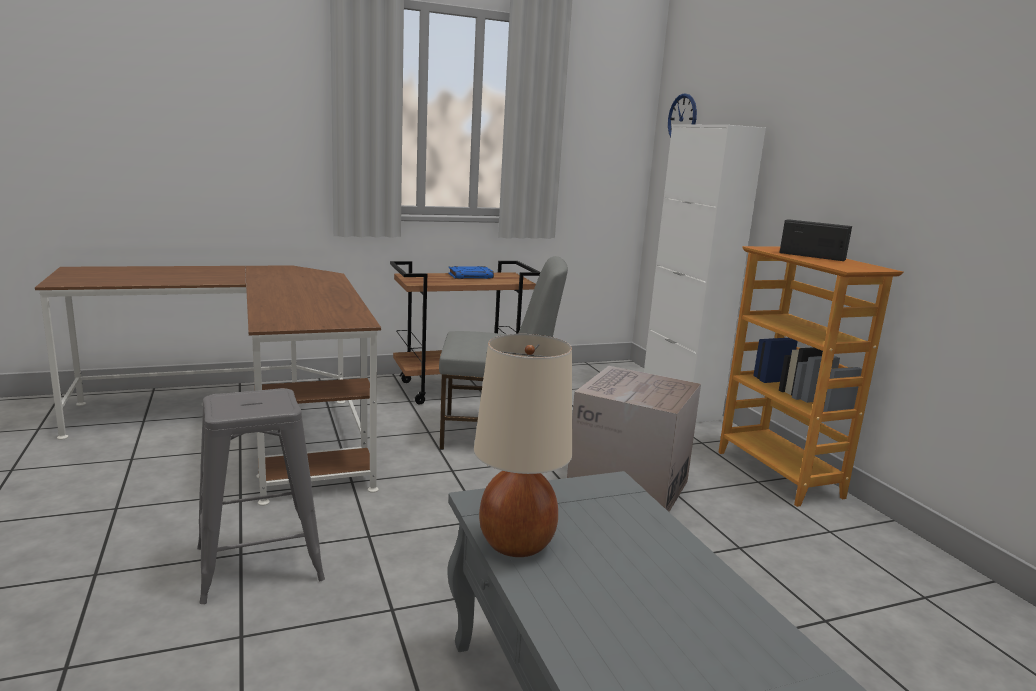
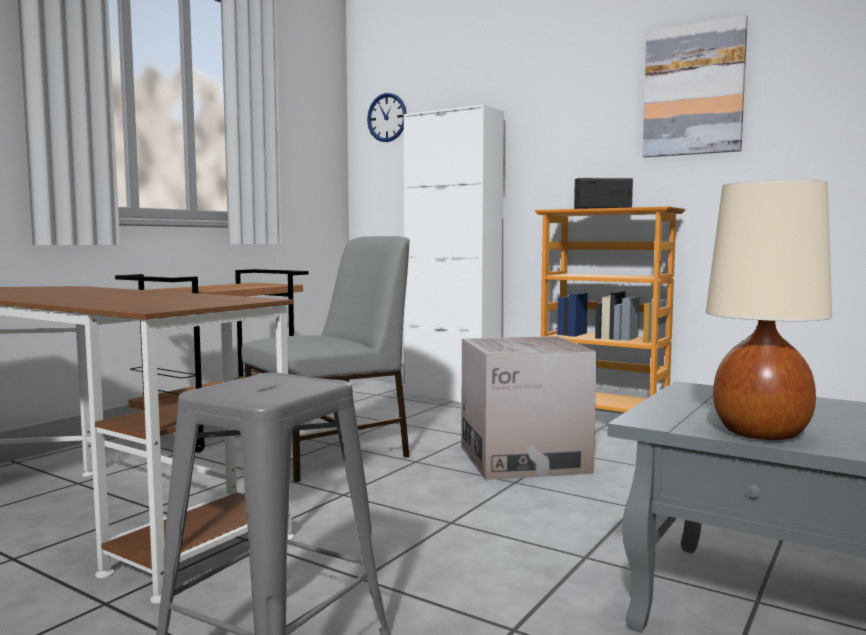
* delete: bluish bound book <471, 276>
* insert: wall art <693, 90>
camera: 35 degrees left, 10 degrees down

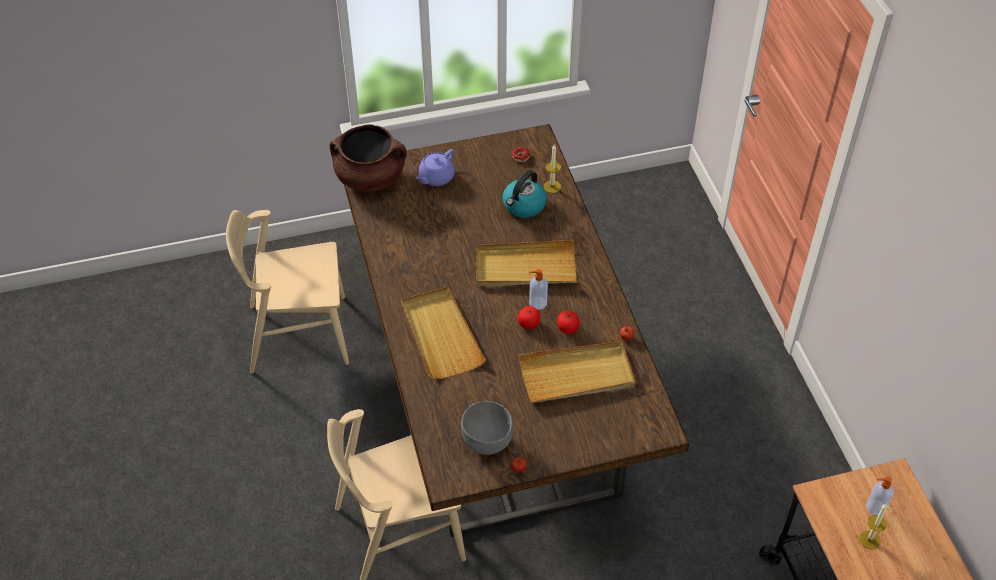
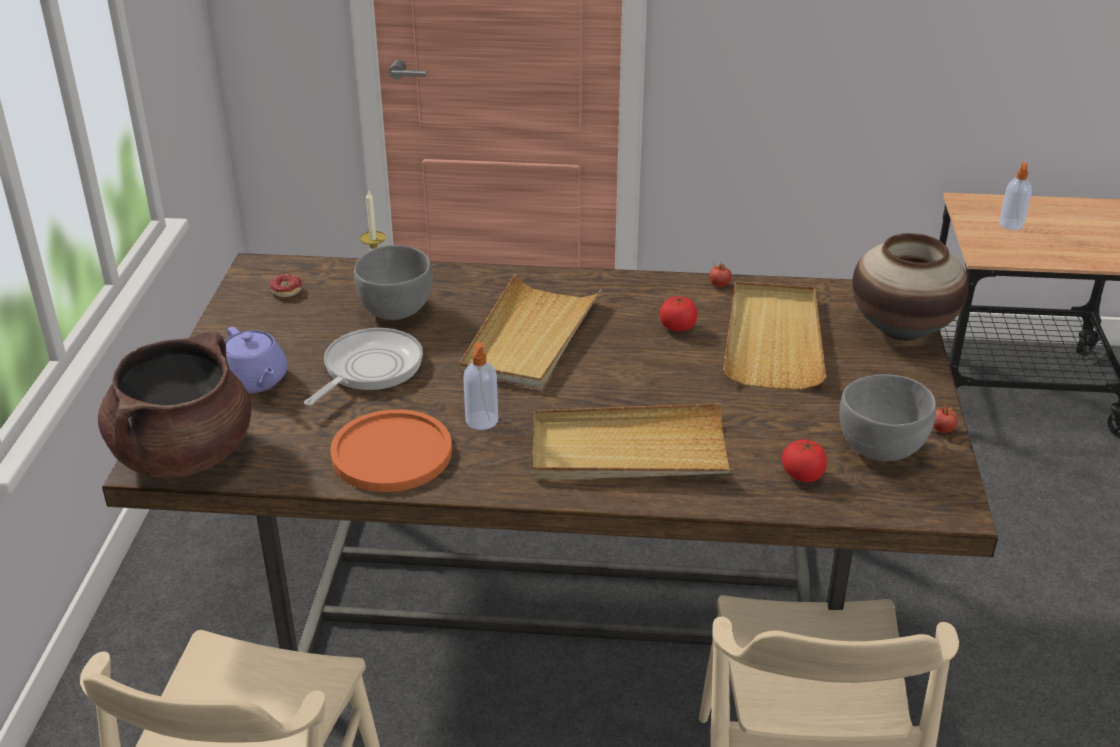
* replace: water kettle <524, 206> to greyish serving bowl <396, 310>
* move: soap bottle <537, 303> to <481, 421>
* move: tomato <529, 323> to <802, 475>
* delete: candle <869, 540>
* insert: flower vase <901, 330>
* insert: pan <369, 369>
* insert: orangey plate <391, 453>
camera: 70 degrees left, 15 degrees down

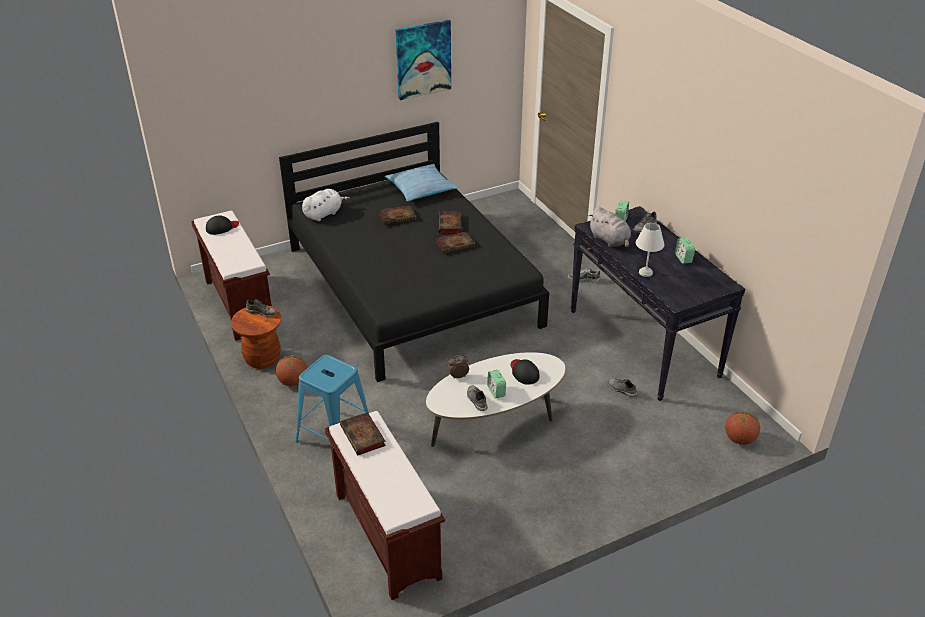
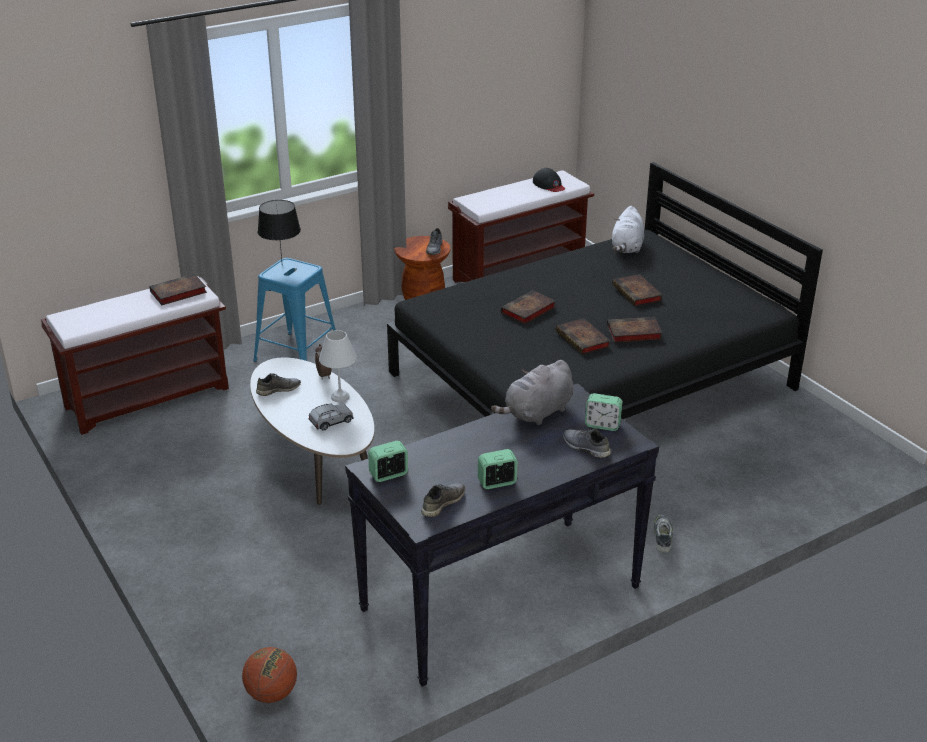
* delete: wall art <423, 59>
* delete: throw pillow <421, 189>
* rotate: white-coloured plush toy <324, 214> = <627, 248> 60 degrees clockwise
* move: white-coloured lamp for a table <646, 273> to <340, 397>
* delete: ball for basketball <293, 382>
* replace: black-coloured cap <524, 372> to greyish model car <331, 422>
* move: alarm clock <496, 391> to <389, 474>
* move: greyish shoe <621, 390> to <442, 503>
* insert: black-coloured lamp for a table <281, 265>
* insert: bound book <527, 311>
camera: 85 degrees right, 5 degrees down

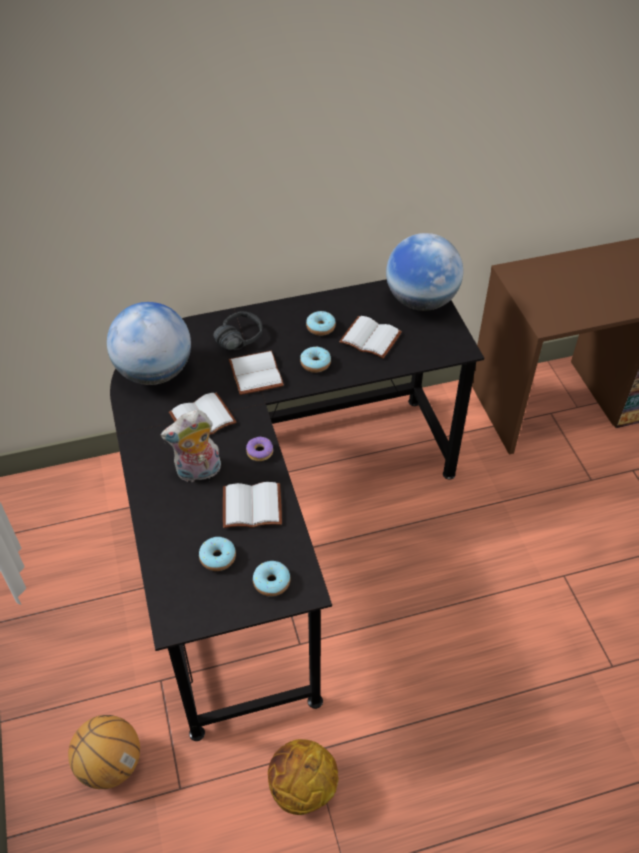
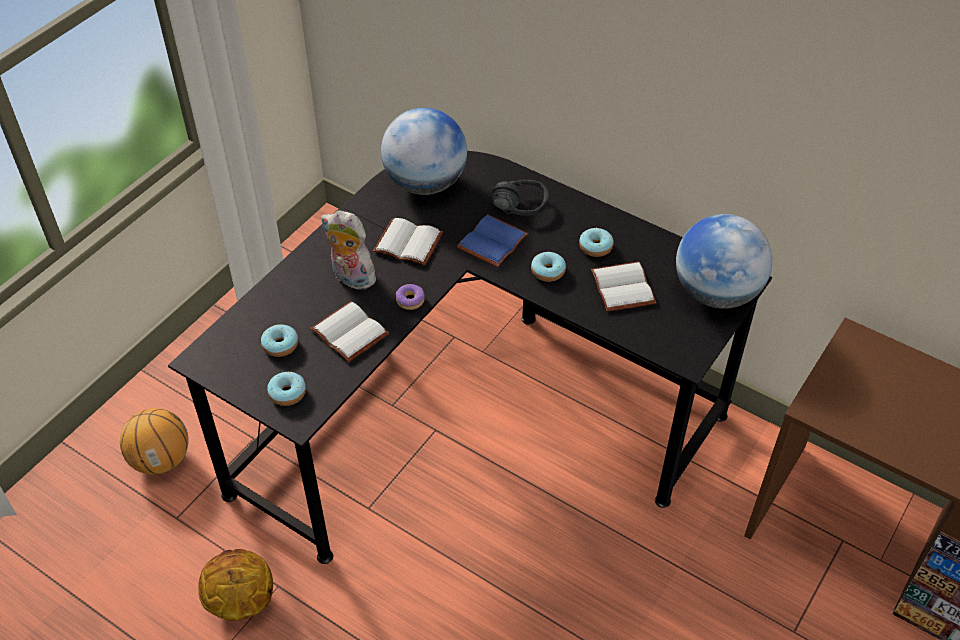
* recolor: white-coloured bound book <254, 373> to bluish bound book <491, 241>
camera: 50 degrees right, 0 degrees up

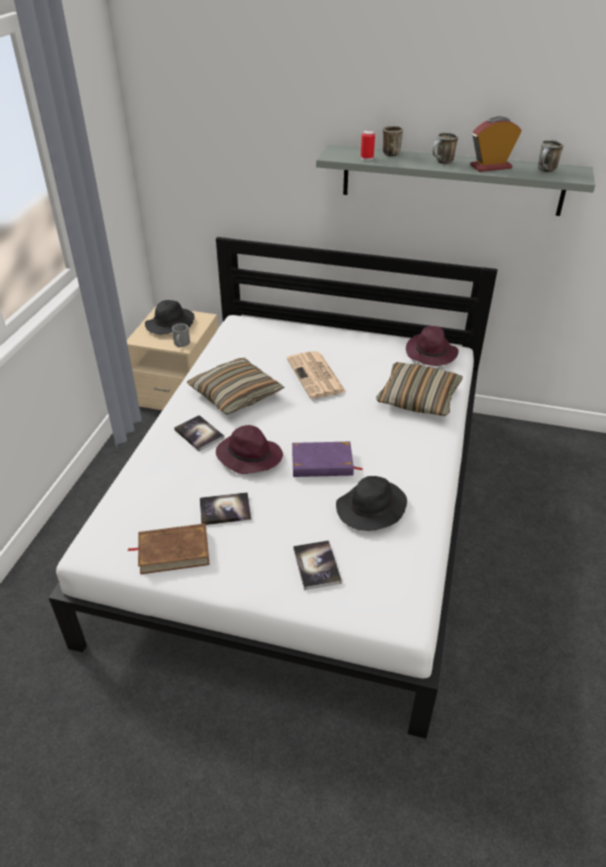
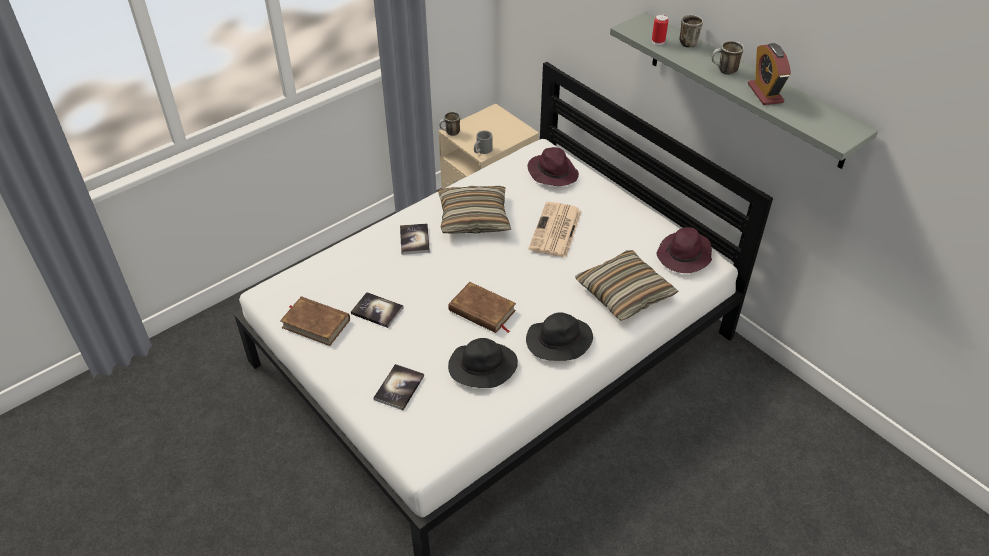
* rotate: alarm clock <490, 167> = <765, 93> 120 degrees counterclockwise
* move: coffee mug <545, 171> to <450, 133>
* move: black-coloured hat <170, 325> to <558, 342>
* move: purplish hat <248, 456> to <552, 172>
* recolor: purplish bound book <322, 463> to brown-coloured bound book <482, 311>
camera: 35 degrees right, 5 degrees up

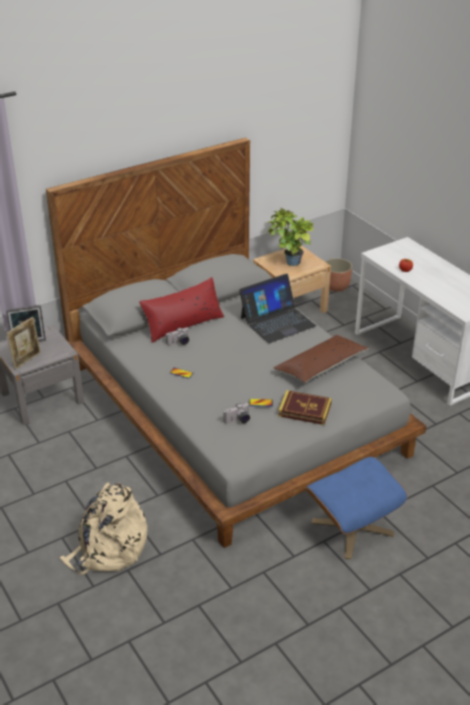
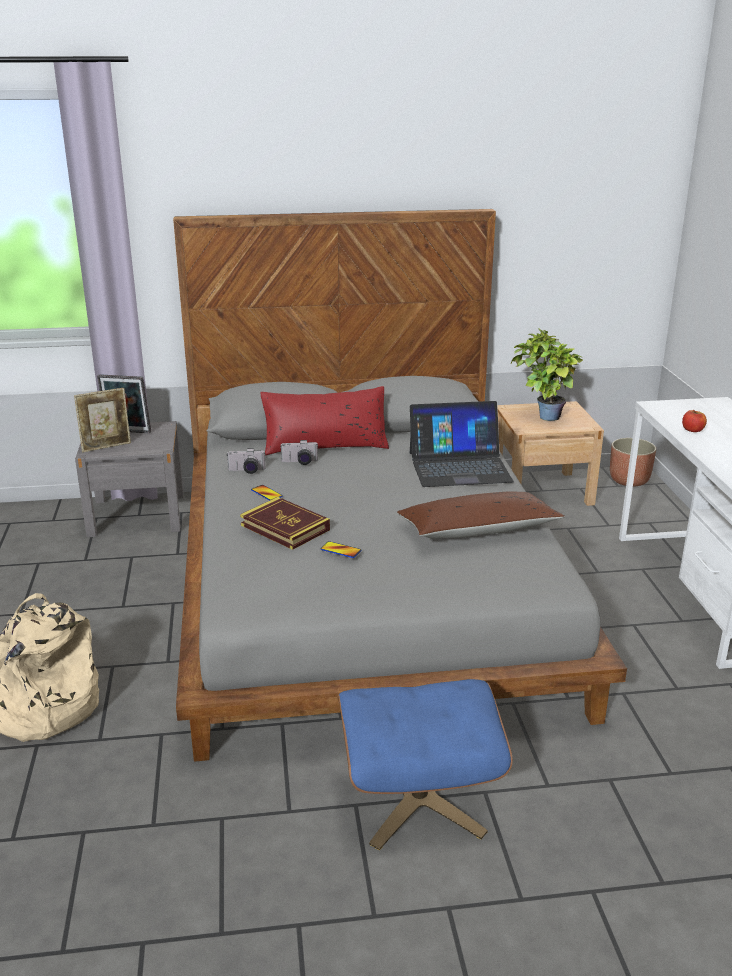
* move: bound book <304, 410> to <285, 527>
* move: still camera <238, 420> to <246, 471>
camera: 25 degrees right, 10 degrees down

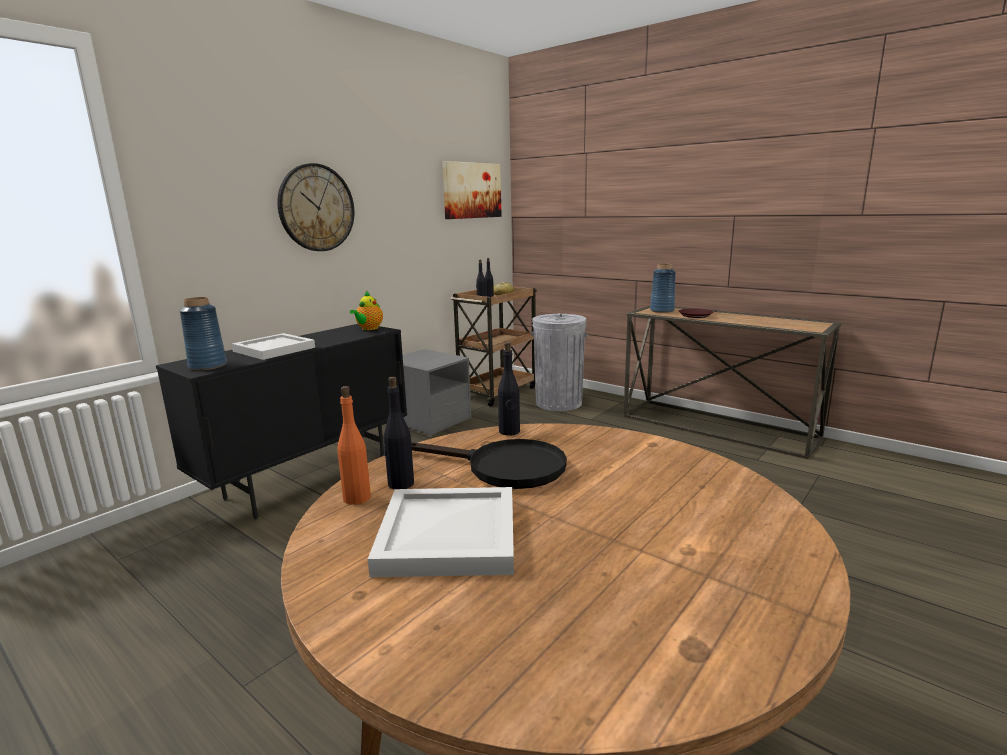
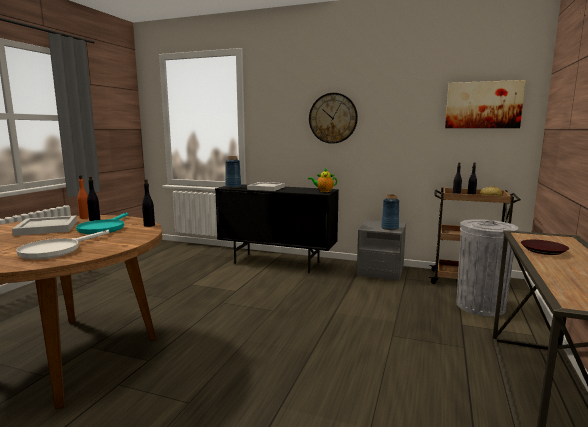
* move: bluish flower vase <662, 310> to <389, 228>
* recolor: black-coloured pan <503, 468> to turquoise-coloured pan <104, 228>
* insert: white-coloured pan <57, 250>
camera: 70 degrees right, 5 degrees down

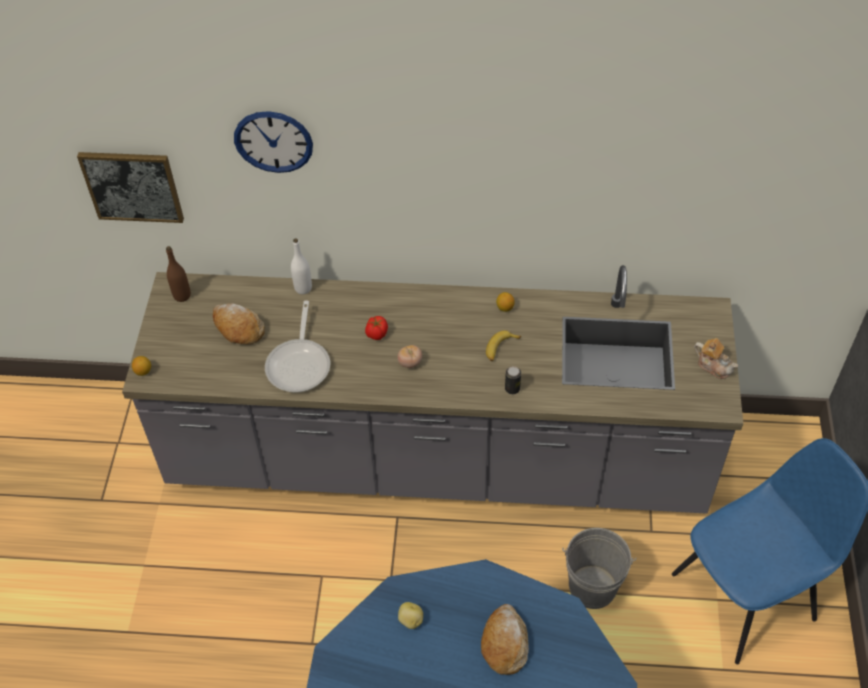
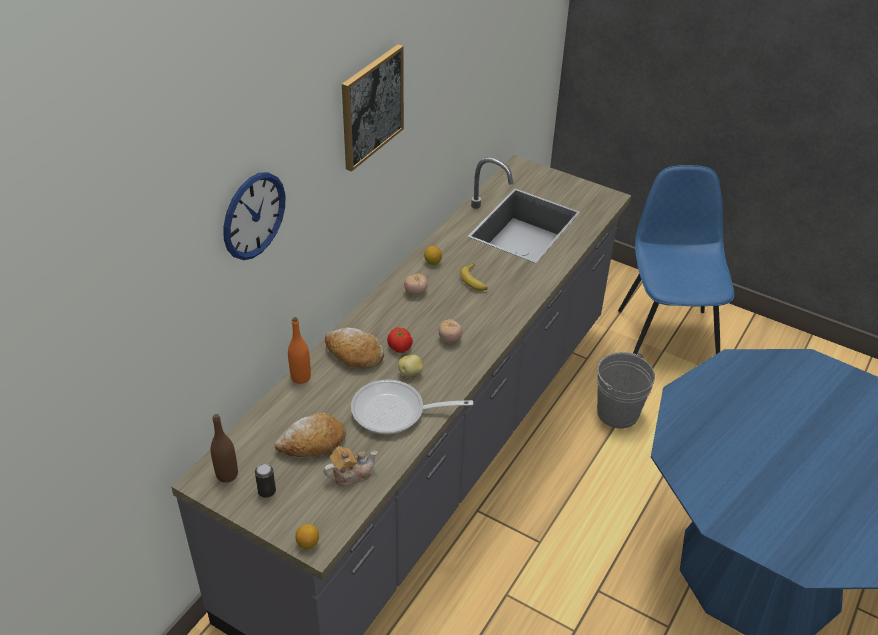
* move: wall art <132, 186> to <371, 106>
* recolor: white-coloured drink bottle <303, 288> to orangey drink bottle <301, 377>
* rotate: pan <300, 364> = <395, 412> 150 degrees clockwise
* move: pot for tea <713, 366> to <351, 474>
* move: metal can <512, 388> to <267, 491>
* move: potato <410, 620> to <411, 373>
* move: bakery bread <504, 643> to <353, 354>
* insert: tomato <415, 292>
camera: 65 degrees left, 10 degrees down

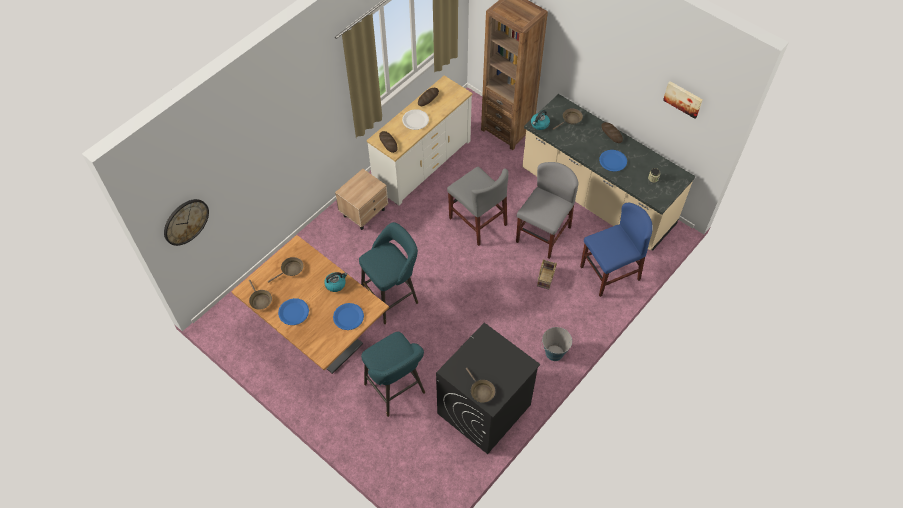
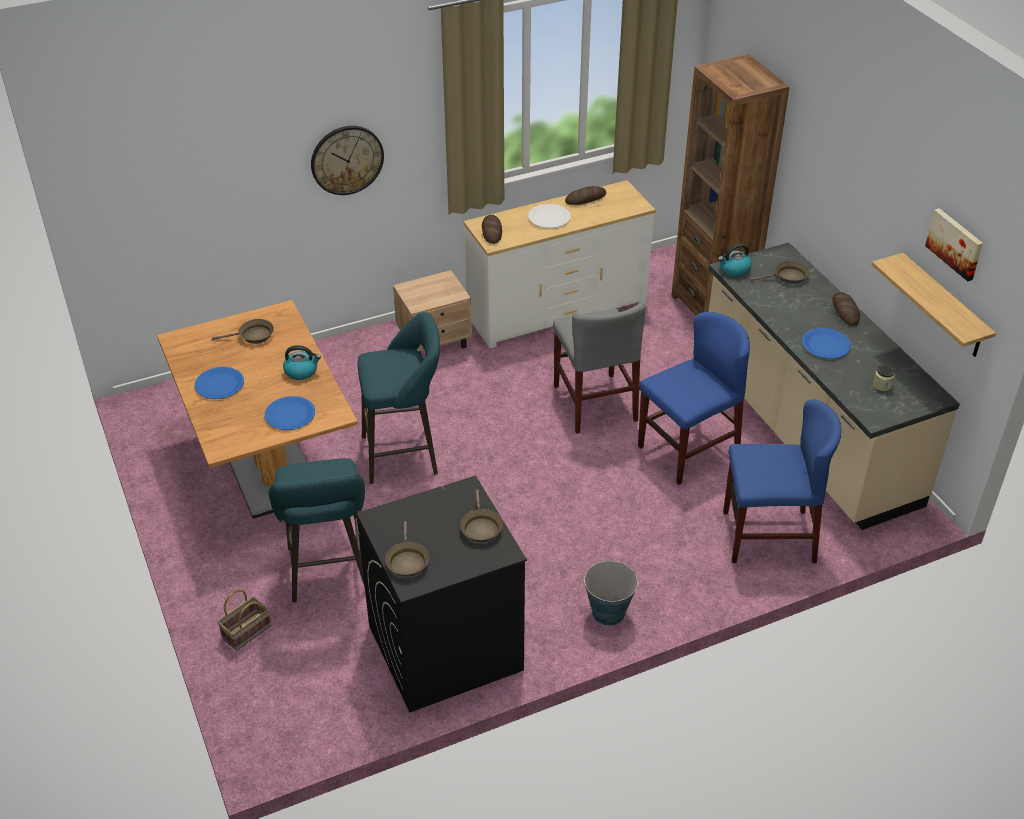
* recolor: greyish chair <543, 234> to bluish chair <688, 450>
* move: wall clock <185, 221> to <347, 159>
* move: basket <546, 279> to <246, 633>
* move: brown-coloured pan <260, 300> to <480, 527>
* insert: bracket shelf <943, 307>
camera: 25 degrees right, 15 degrees down

